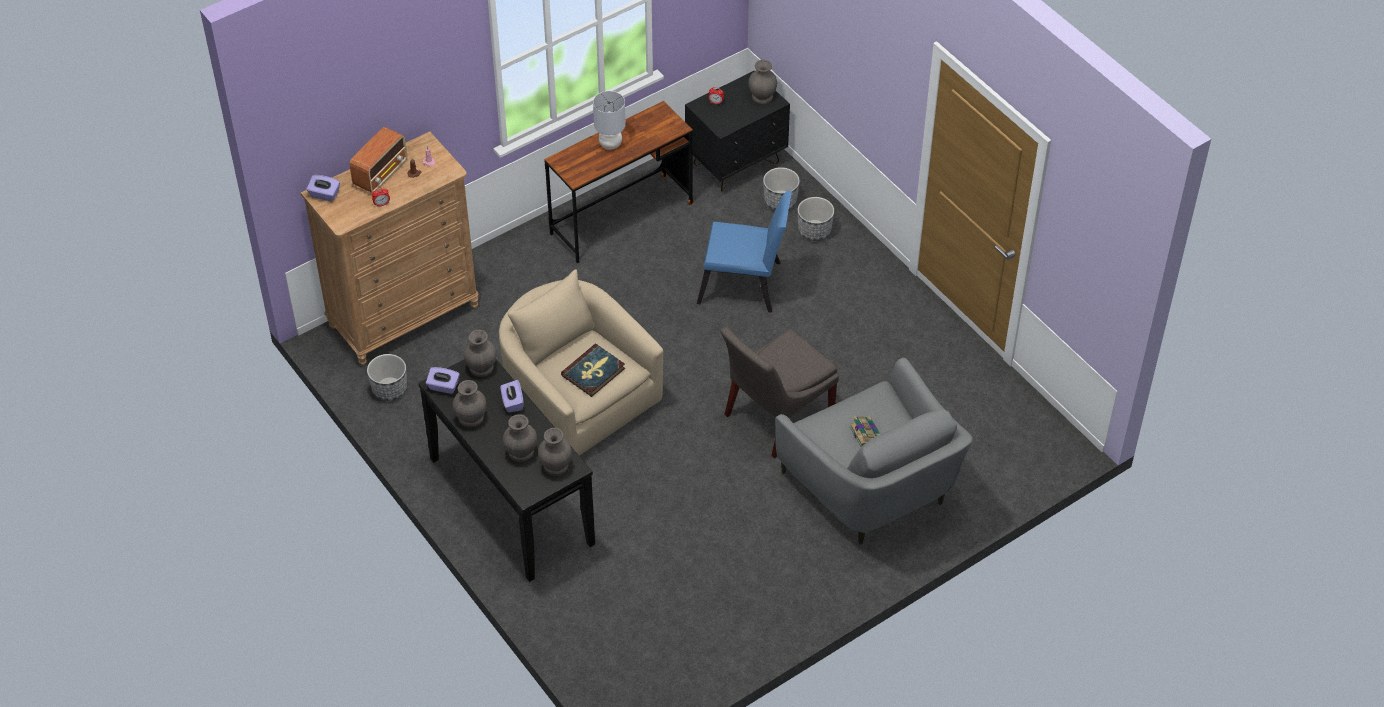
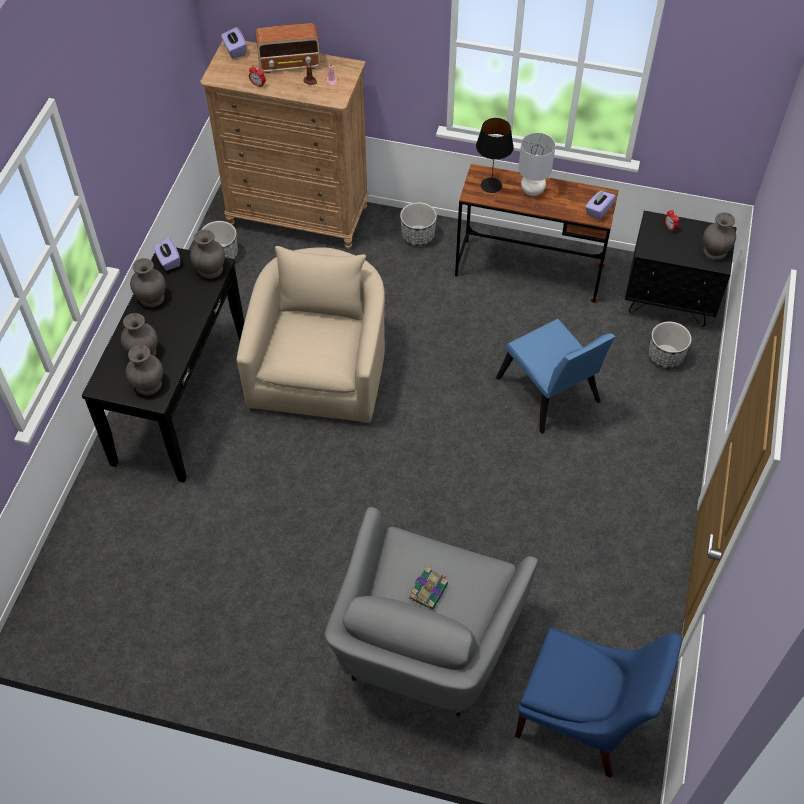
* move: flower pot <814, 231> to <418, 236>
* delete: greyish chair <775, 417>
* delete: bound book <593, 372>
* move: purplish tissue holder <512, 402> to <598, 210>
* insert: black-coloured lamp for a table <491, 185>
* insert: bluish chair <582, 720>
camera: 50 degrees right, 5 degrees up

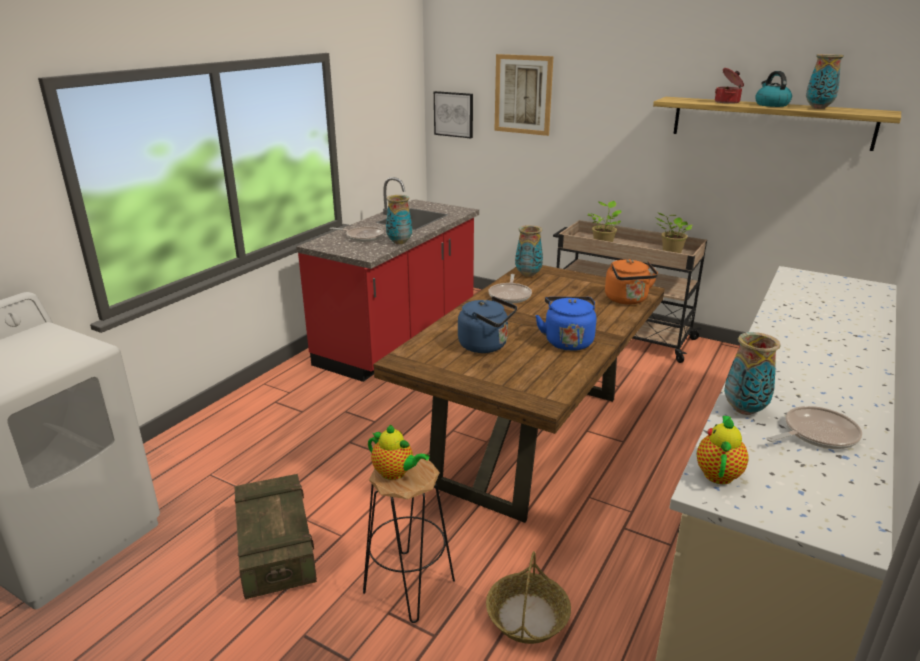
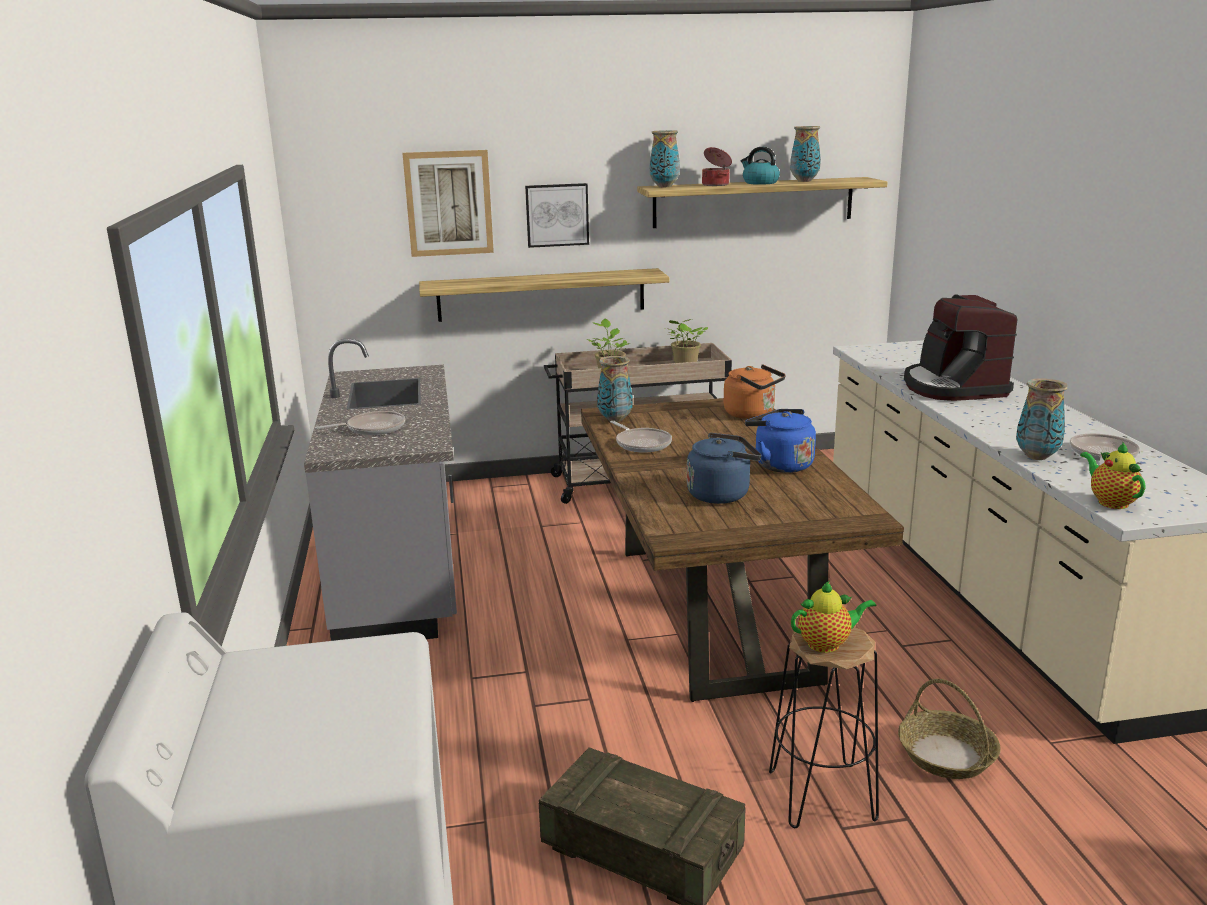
* move: wall art <454, 114> to <557, 215>
* recolor: reddish counter <400, 338> to greyish counter <401, 572>
* move: flower vase <399, 242> to <664, 186>
* insert: bracket shelf <541, 295>
* insert: coffee maker <953, 387>
camera: 40 degrees left, 5 degrees down

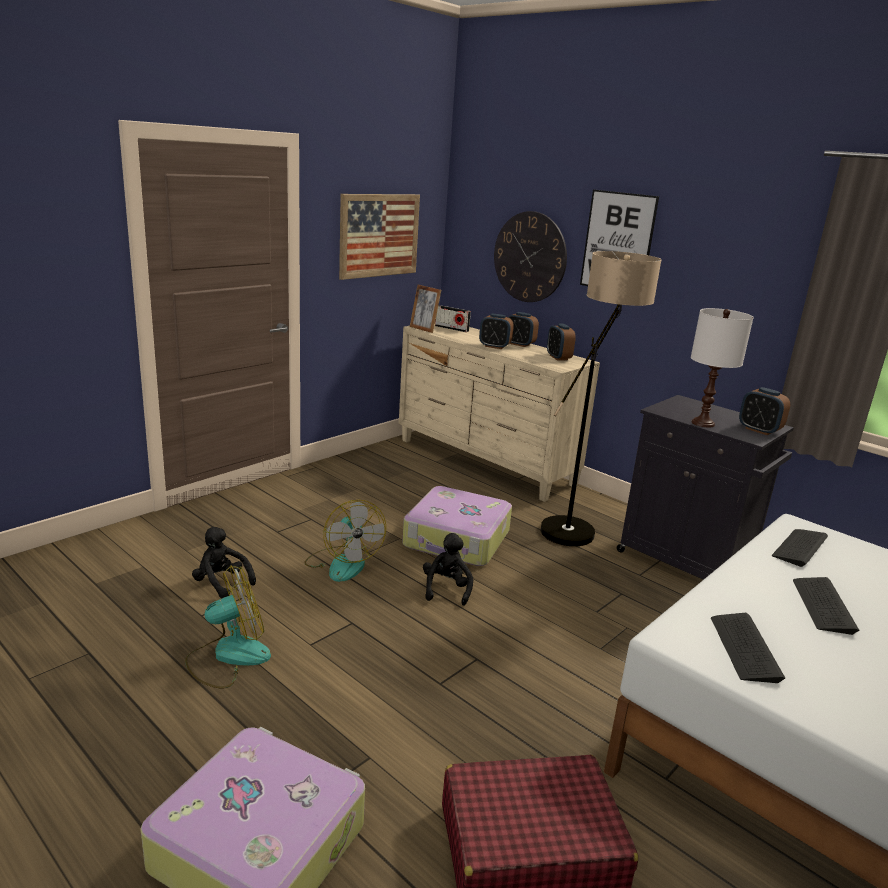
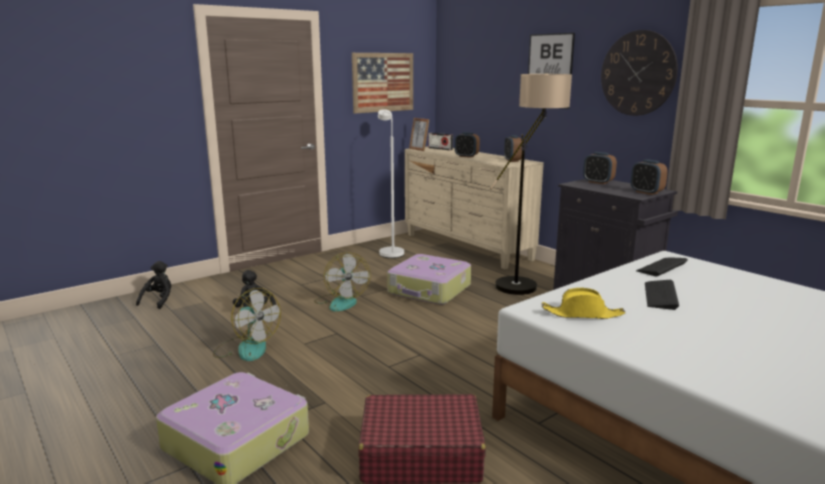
* move: wall clock <529, 257> to <638, 73>
* delete: white-coloured lamp for a table <702, 423>
* move: alarm clock <519, 344> to <598, 182>
* move: black-coloured plush toy <446, 589> to <158, 301>
* rotate: cooling fan <228, 656> = <246, 348> 60 degrees clockwise
* replace: keyboard <744, 648> to yellowish hat <582, 314>
* insert: white-coloured standing lamp <390, 252>
camera: 10 degrees right, 5 degrees down

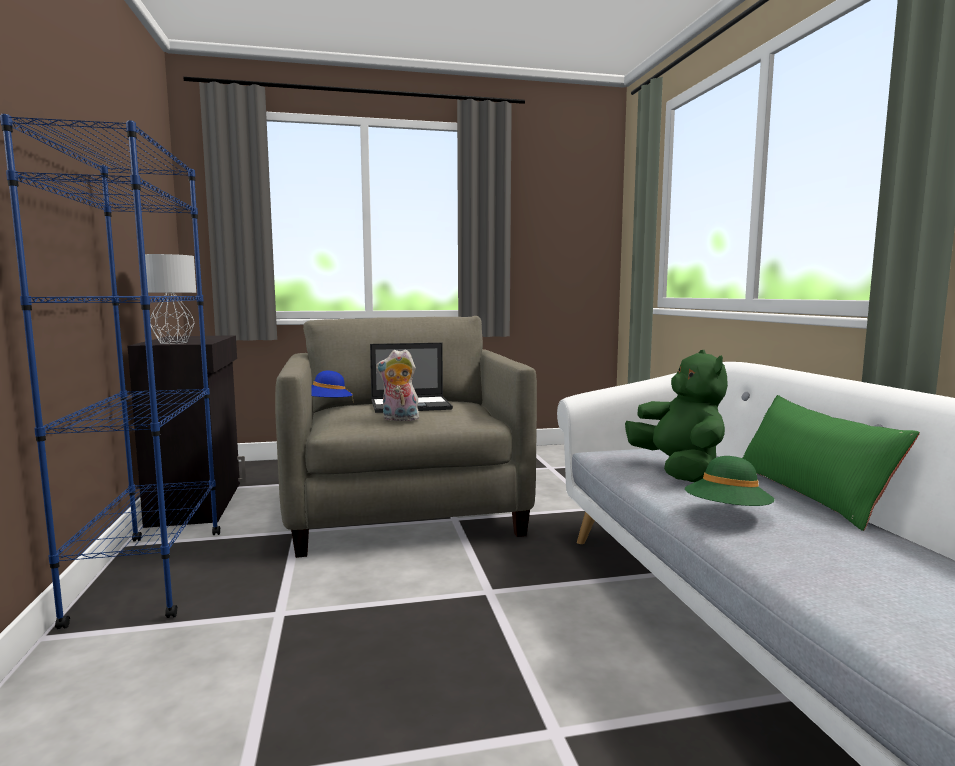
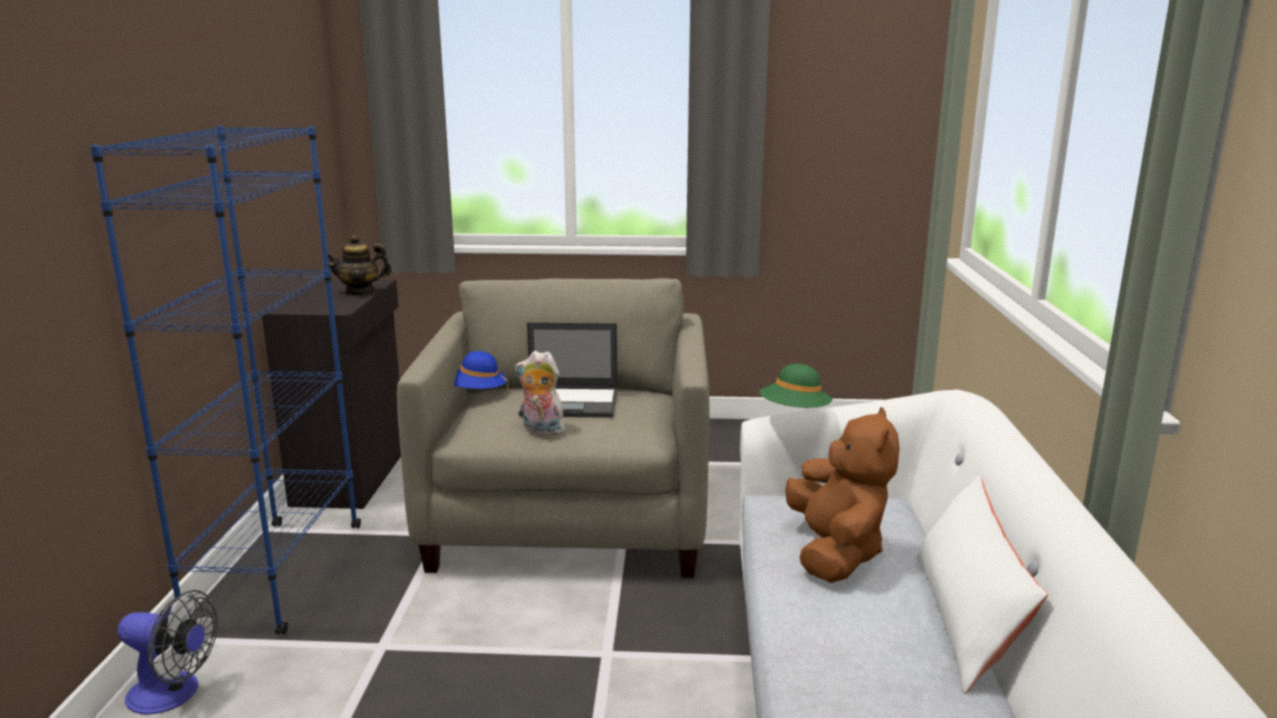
* delete: greyish lamp for a table <174, 342>
* recolor: green-coloured plush toy <678, 470> to brown-coloured plush toy <835, 553>
* recolor: green-coloured throw pillow <810, 494> to white-coloured throw pillow <966, 619>
* move: green-coloured hat <727, 514> to <794, 413>
* insert: pot for tea <360, 292>
* insert: cooling fan <174, 694>
camera: 15 degrees right, 10 degrees up

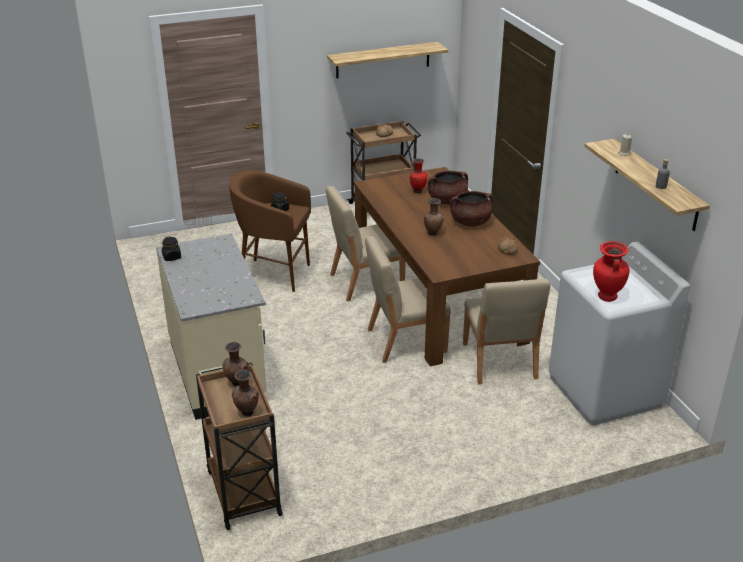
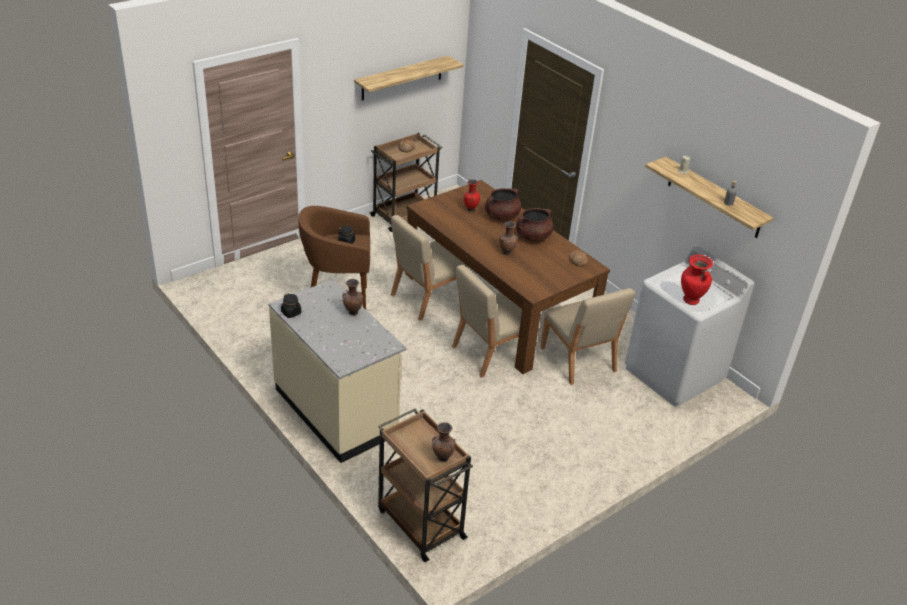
* move: brown-coloured flower vase <236, 383> to <352, 313>
camera: 20 degrees left, 5 degrees up

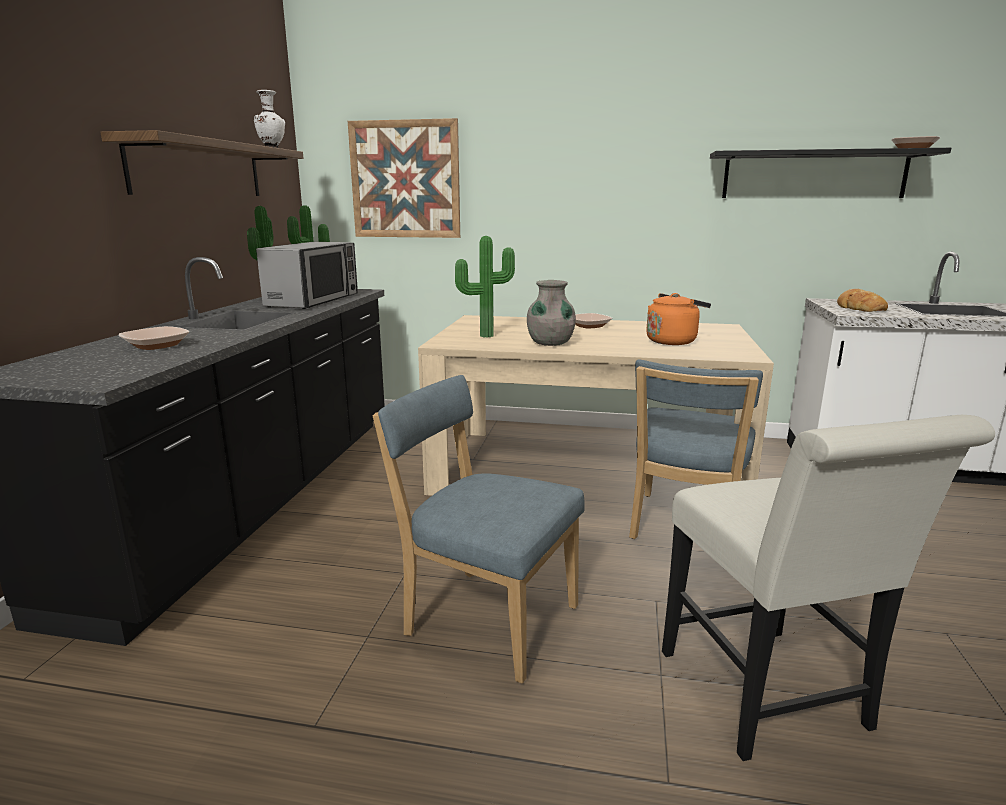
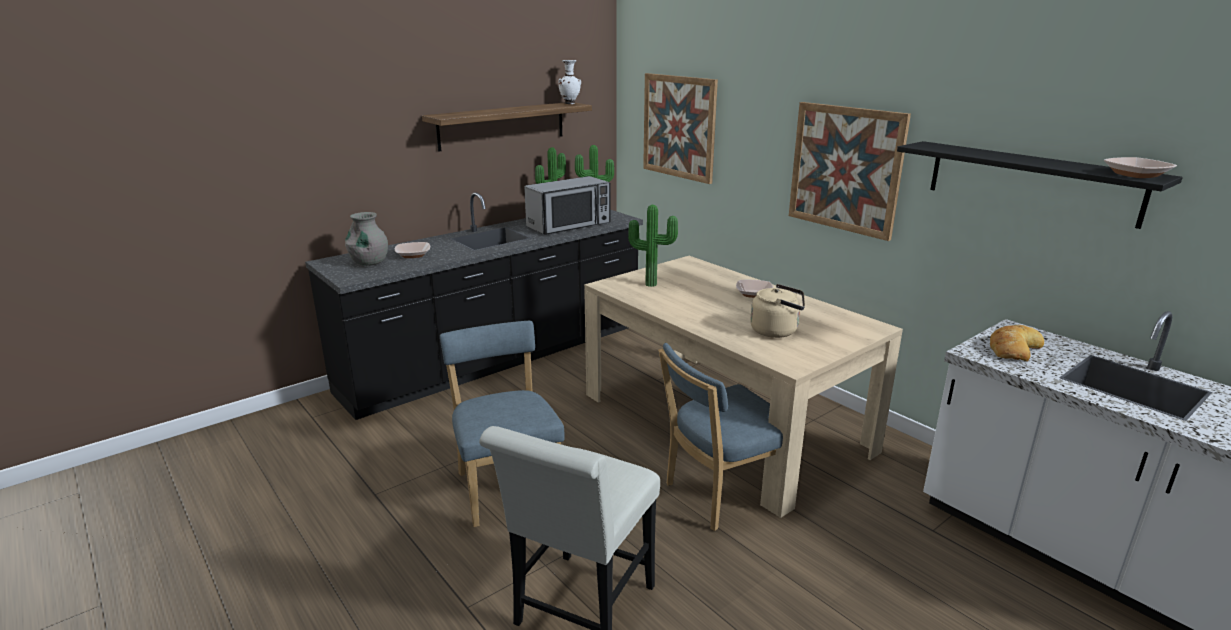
* move: greyish flower vase <550, 343> to <369, 263>
* recolor: orangey water kettle <673, 341> to beige-coloured water kettle <777, 331>
* insert: wall art <845, 169>
camera: 40 degrees right, 5 degrees up

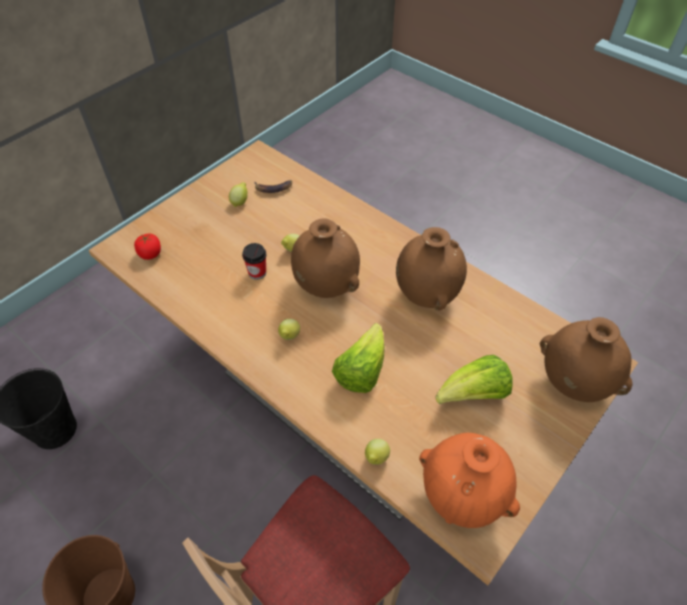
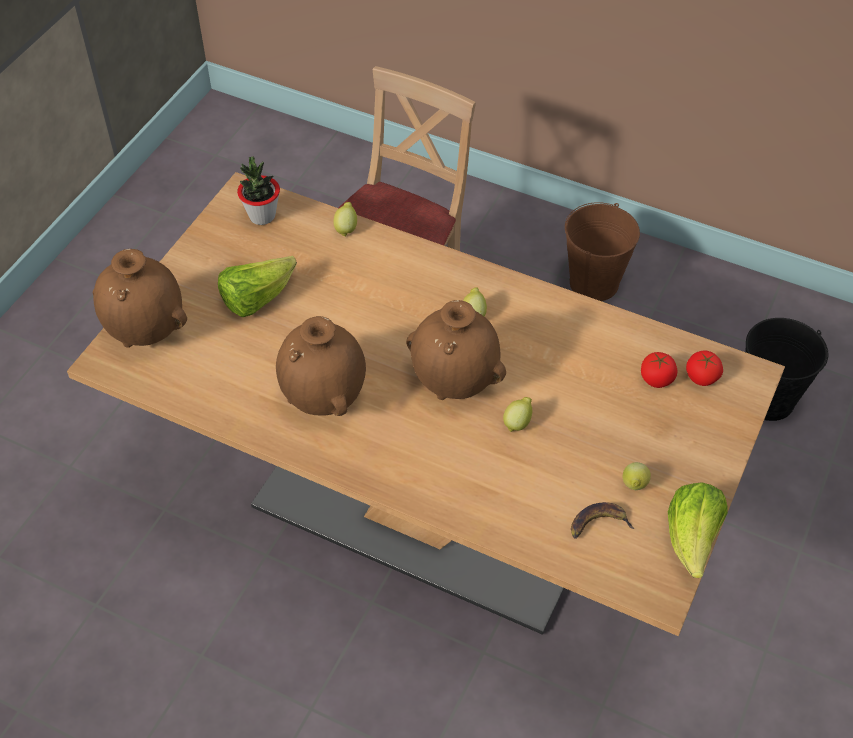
* delete: small cup <257, 272>
* move: lettuce head <361, 371> to <692, 540>
* replace: orangey flower vase <462, 498> to houseplant <262, 216>
* insert: tomato <656, 379>
camera: 165 degrees right, 0 degrees up

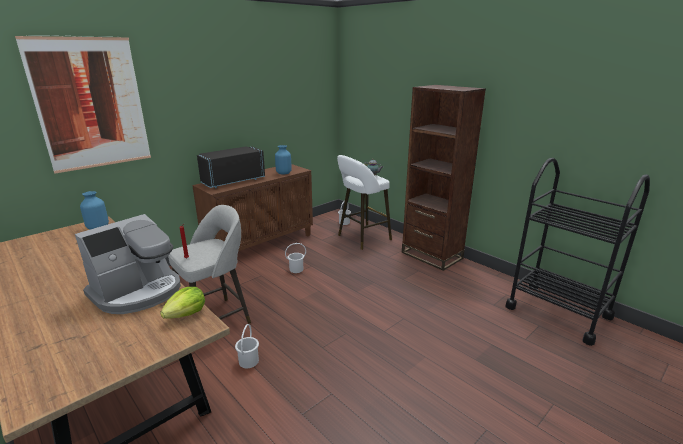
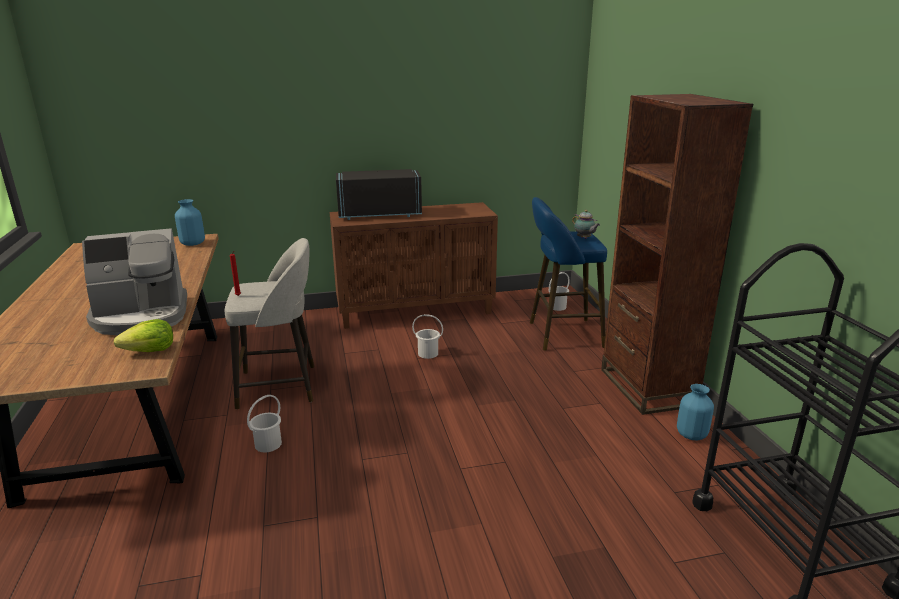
* delete: wall art <91, 104>
* move: bluish flower vase <283, 173> to <691, 435>
* recolor: white-coloured stool <362, 238> to bluish stool <561, 335>
camera: 30 degrees right, 0 degrees up

